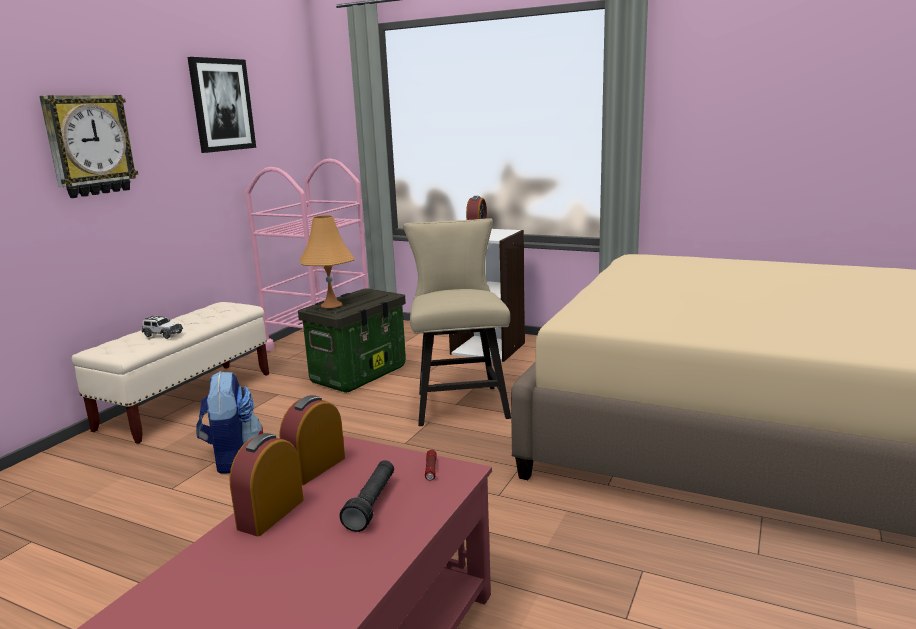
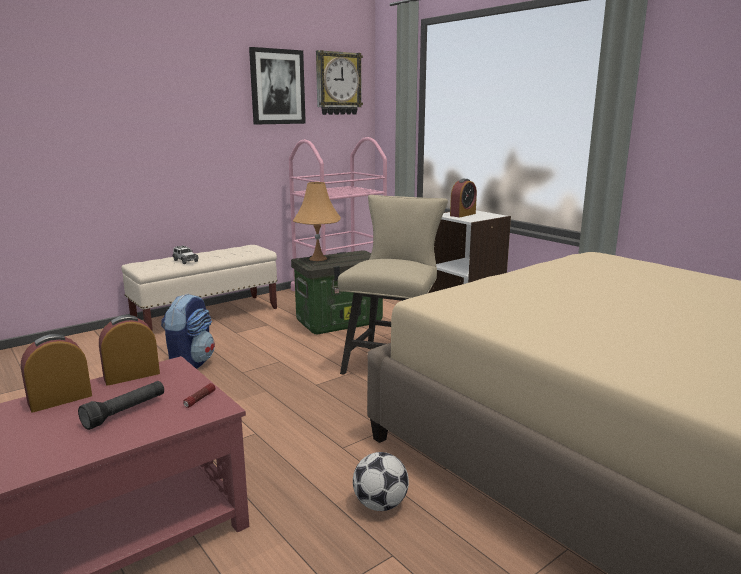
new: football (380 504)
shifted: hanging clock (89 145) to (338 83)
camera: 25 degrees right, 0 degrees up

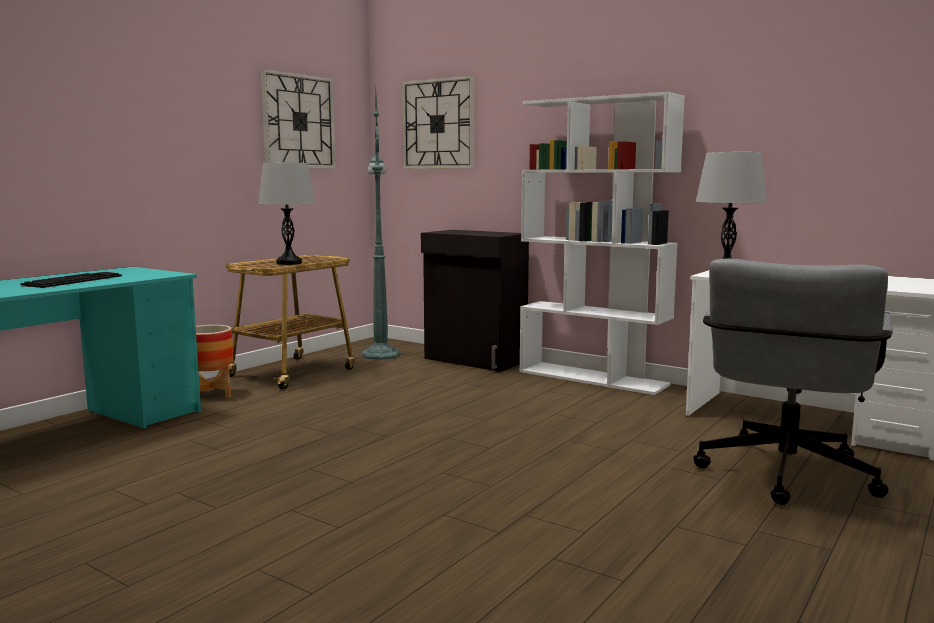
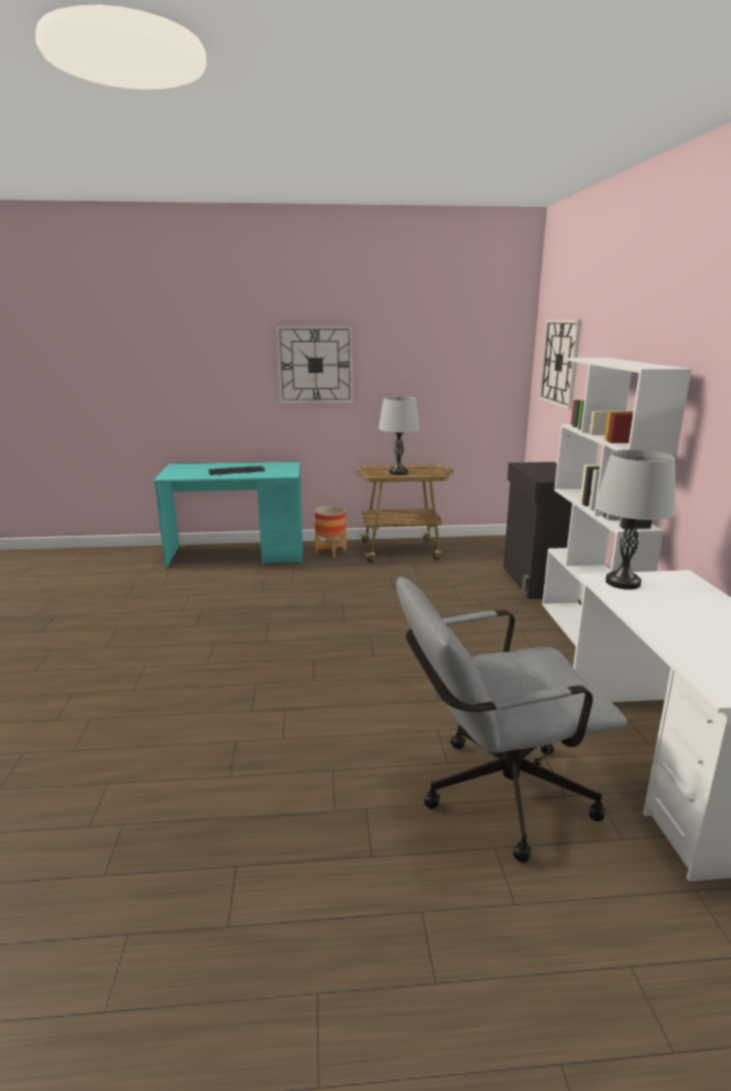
gone: green-coloured standing lamp (381 354)
shifted: hanging clock (298 121) to (315 365)
camera: 50 degrees right, 10 degrees up

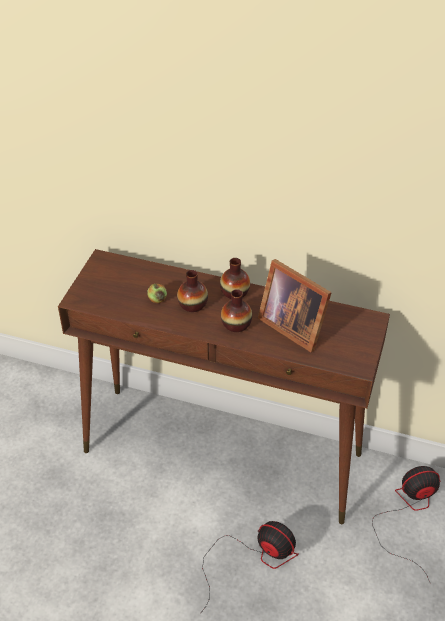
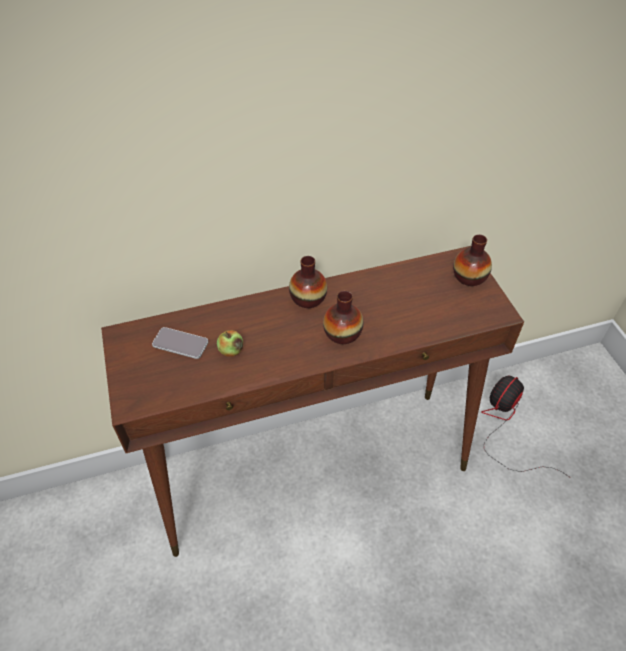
gone: fan (254 558); photo frame (292 325)
new: handset (180 343)
shifted: decorative vase (192 304) to (469 277)
camera: 35 degrees left, 5 degrees up

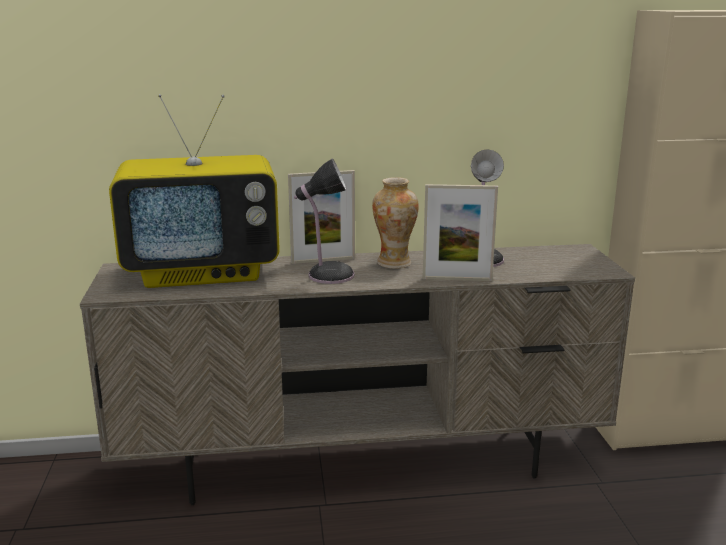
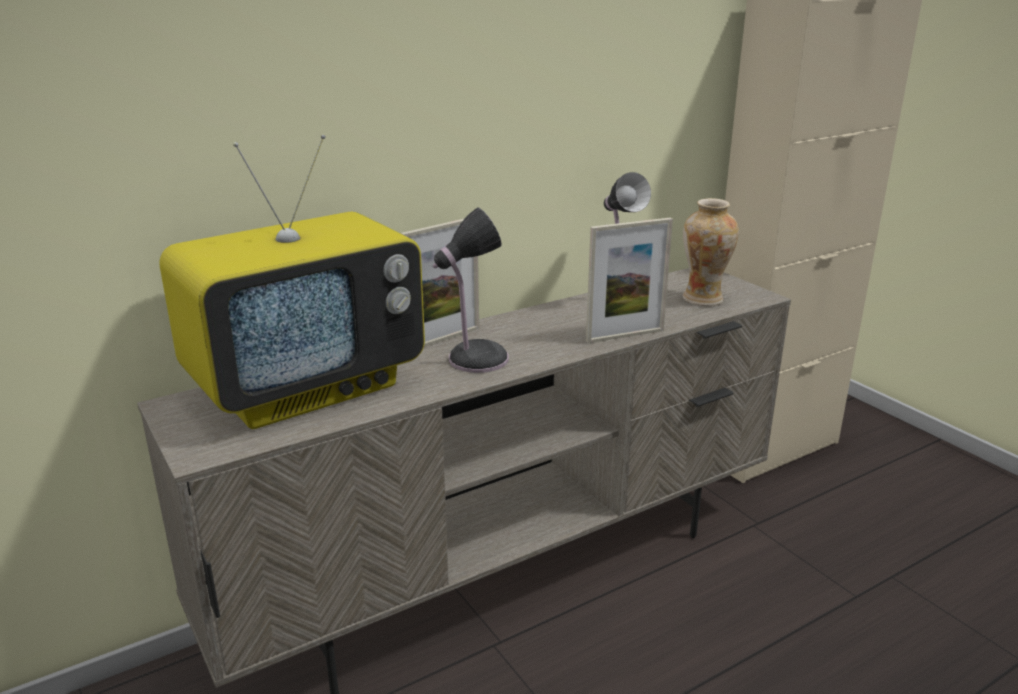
shifted: decorative vase (394 263) to (703 299)
camera: 25 degrees left, 5 degrees up

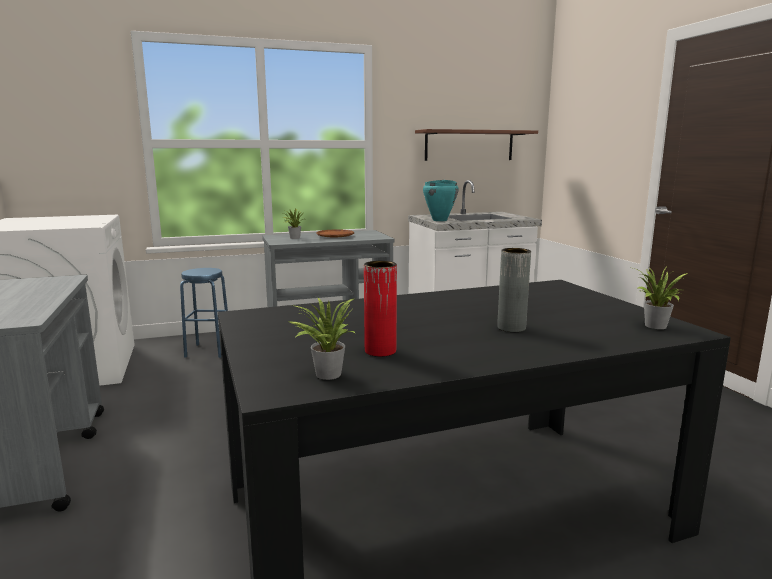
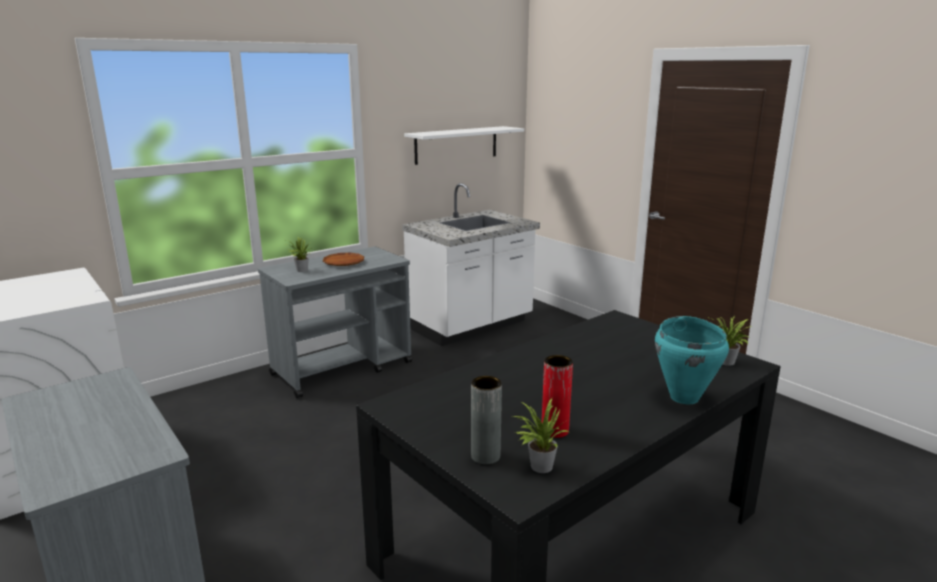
gone: blue stool (208 350)
shifted: grey decorative vase (511 328) to (485 456); turquoise-coloured cooking pot (440 220) to (684 397)
repainted: brown-coloured bracket shelf (469 145) to white bracket shelf (456 145)
camera: 20 degrees left, 5 degrees up

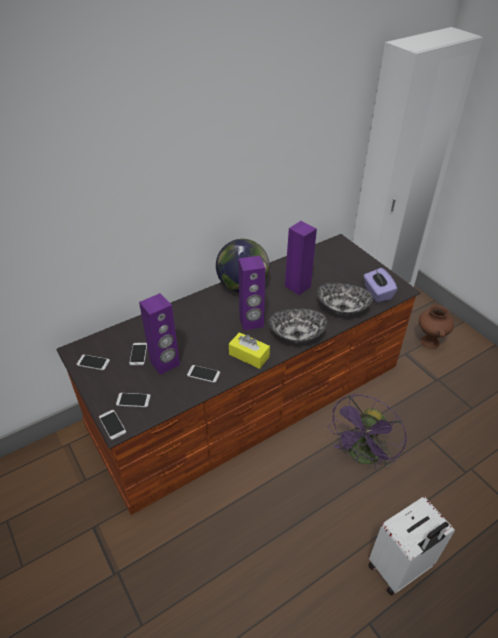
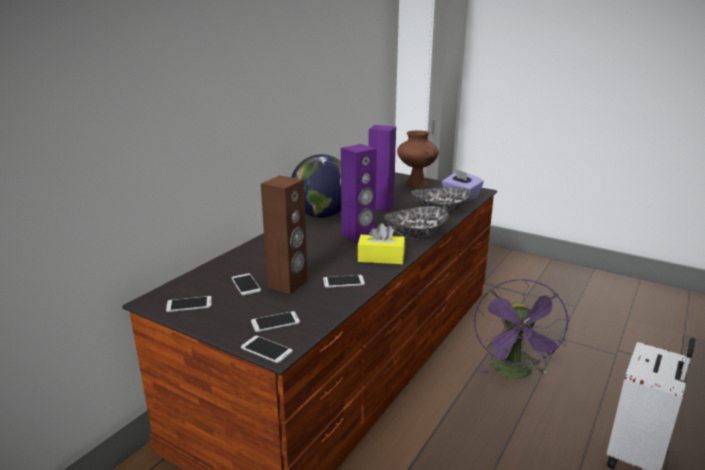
shifted: brown-coloured decorative vase (429 342) to (415 184)
repainted: purplish audio speaker (165 363) to brown-coloured audio speaker (288 284)
camera: 25 degrees left, 20 degrees down

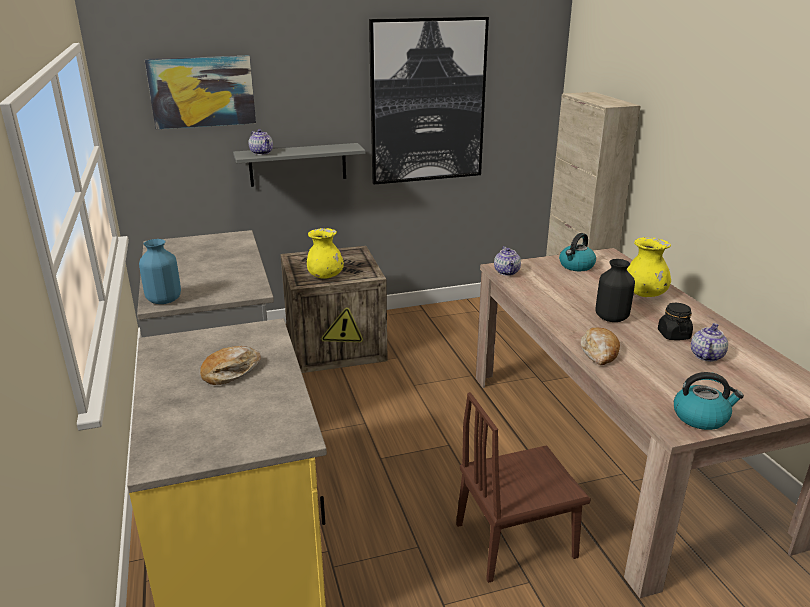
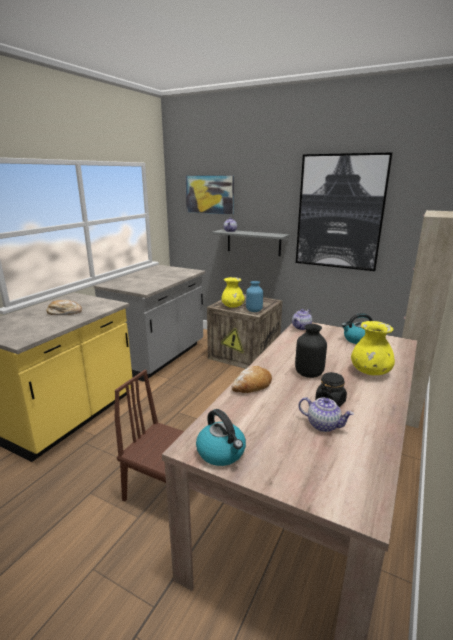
shifted: blue decorative vase (163 300) to (253 310)
rotated: pot for tea (706 355) = (323 425) 45 degrees clockwise
camera: 45 degrees right, 5 degrees down

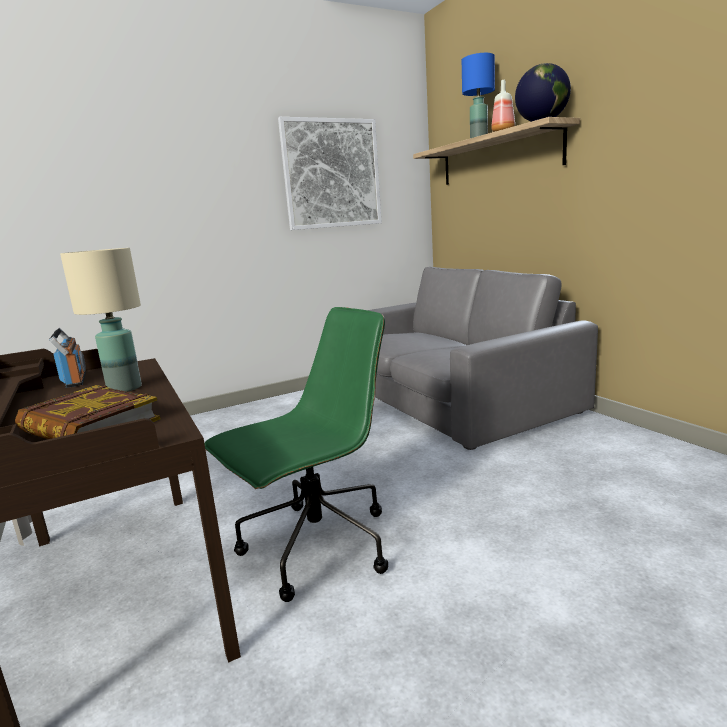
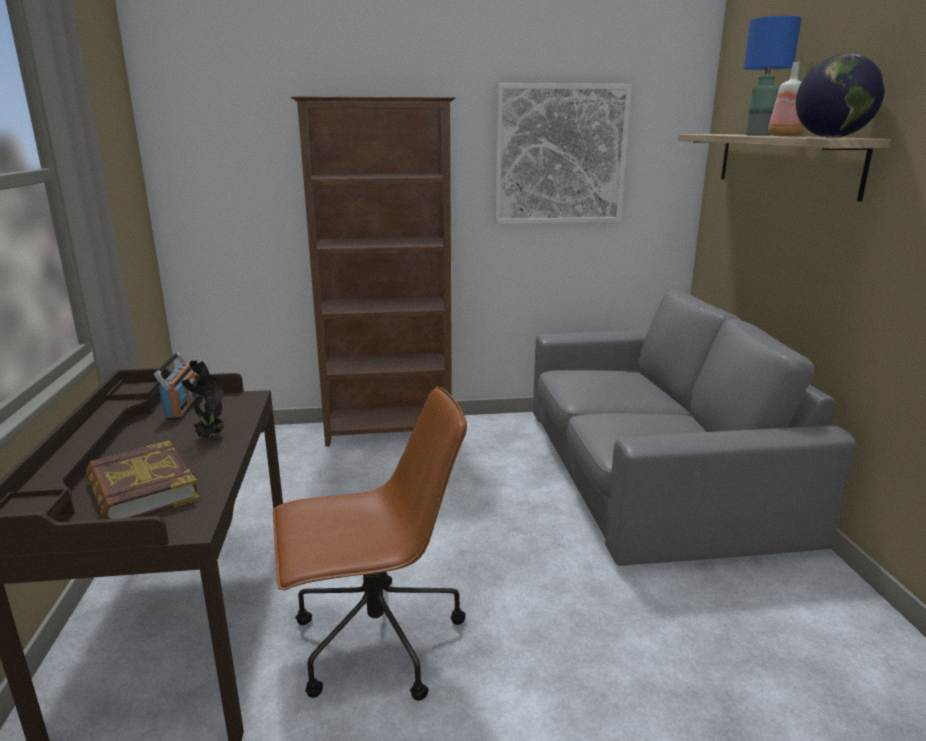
new: brown-coloured shelving unit (390 432)
swapped: sand-coloured table lamp (125 388) to houseplant (209 437)
repainted: green-coloured office chair (316 548) to brown-coloured office chair (374 642)
camera: 20 degrees right, 5 degrees up

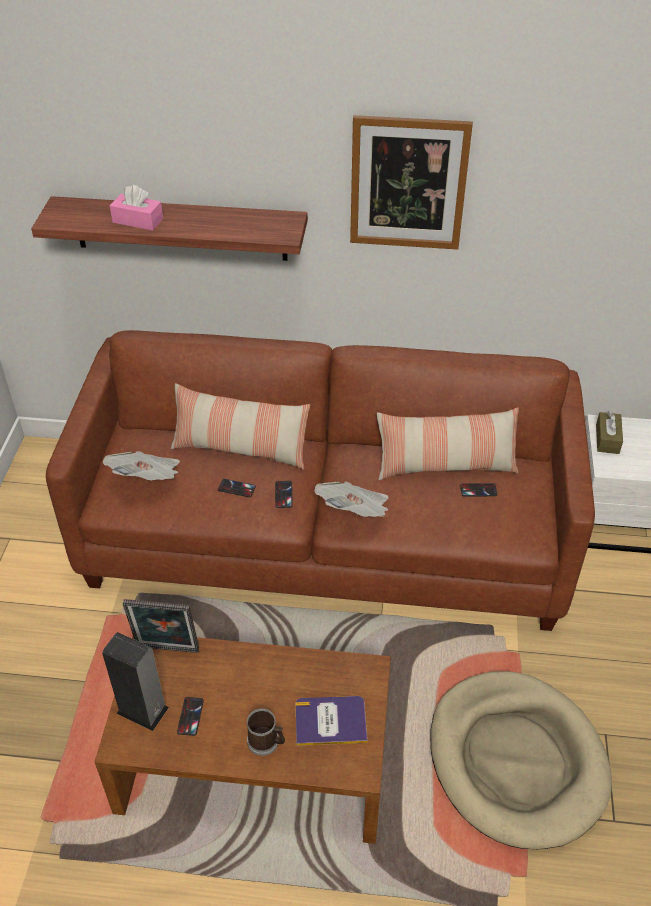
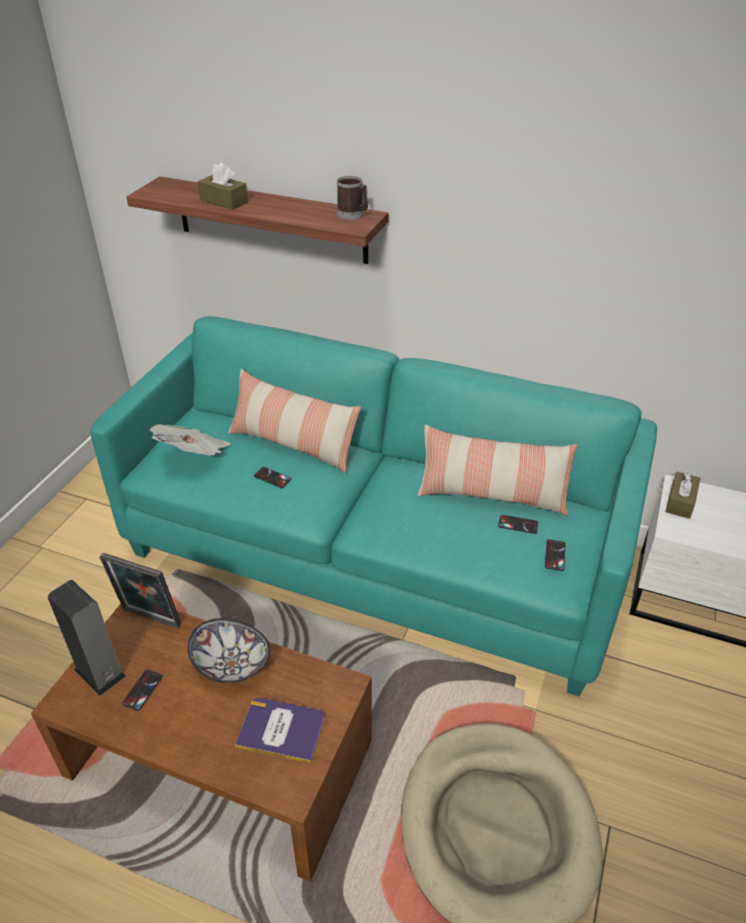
gone: daily paper (354 512); picture (408 184)
new: serving bowl (231 664)
shifted: tea mug (266 742) to (353 214); handset (283 494) to (555 555)
repainted: brown-coloured settee (327 536) to turquoise-coloured settee (374 553); pink box of tissues (138 220) to brown-coloured box of tissues (224 201)
camera: 15 degrees right, 5 degrees down

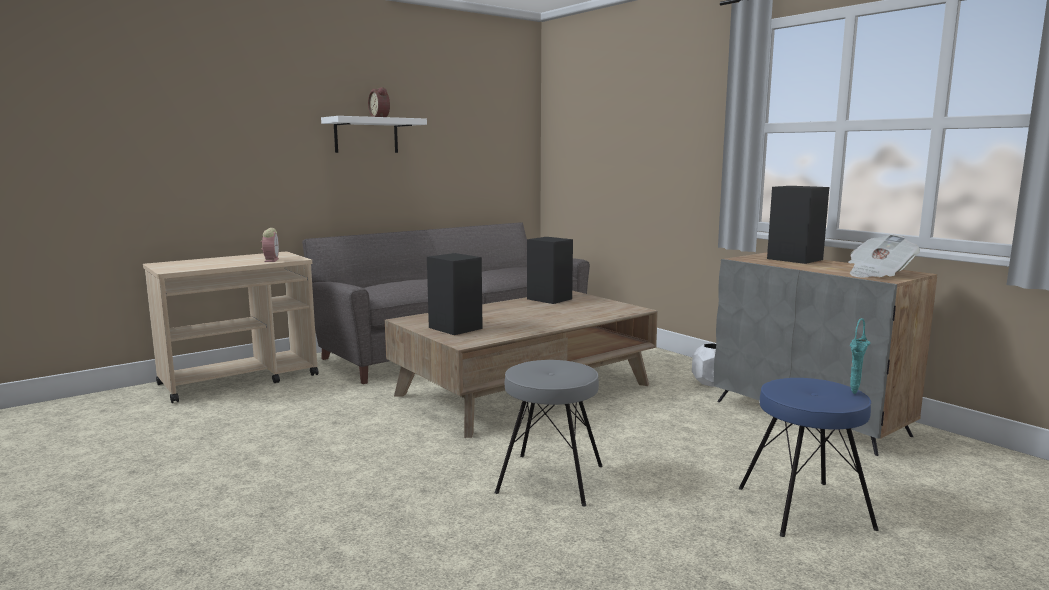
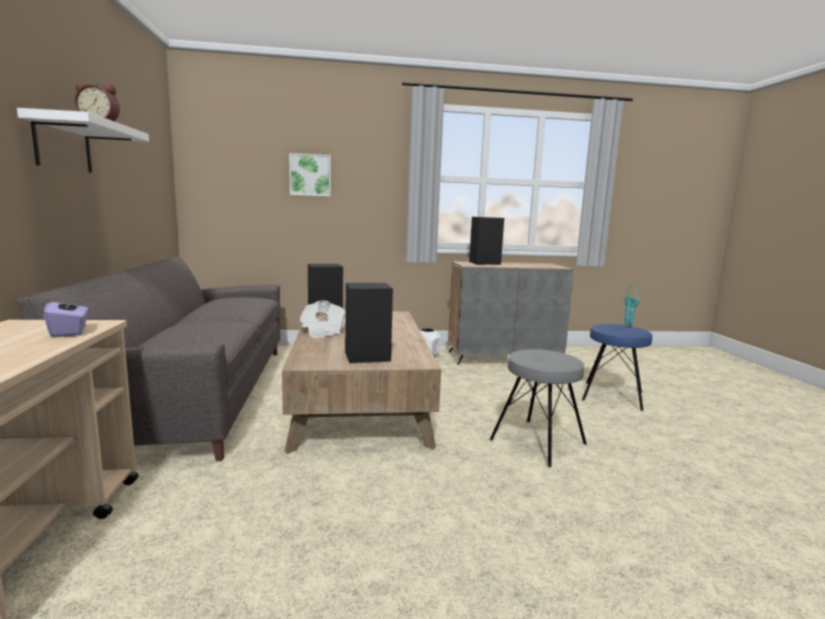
new: picture (310 175)
shifted: daily paper (878 274) to (322 332)
swapped: alarm clock (271 260) to purplish box of tissues (69 332)
camera: 60 degrees left, 0 degrees up

